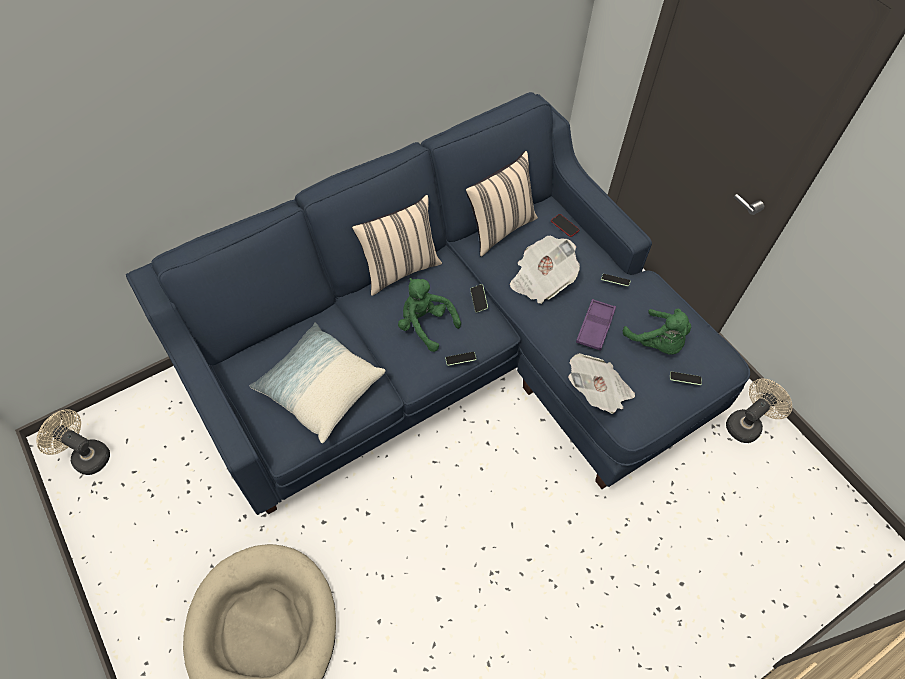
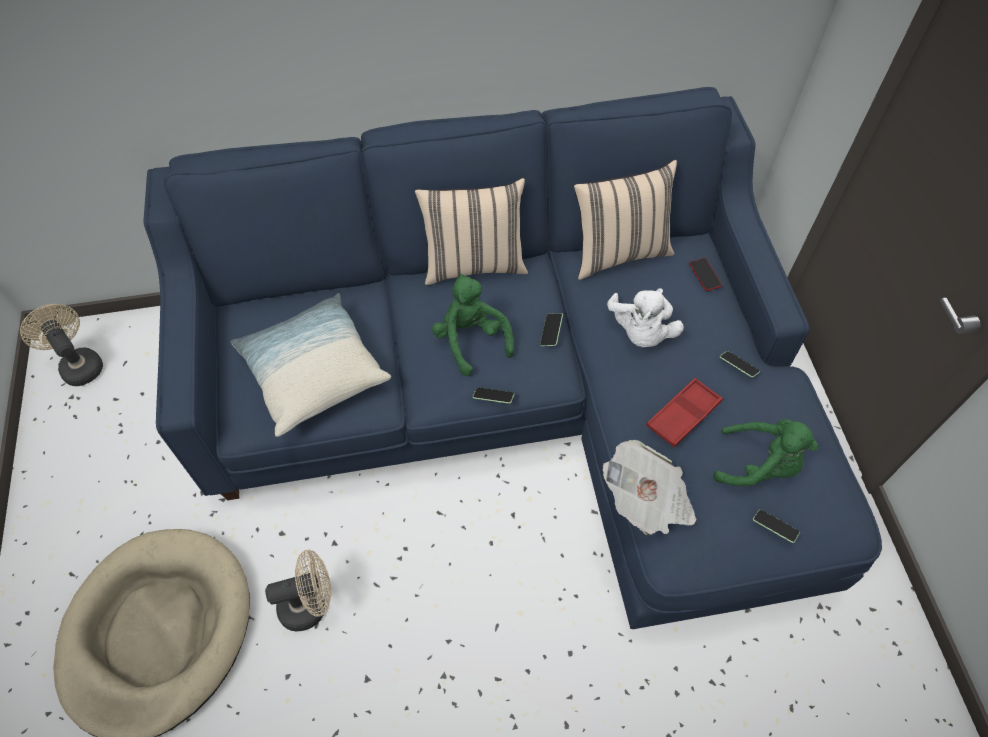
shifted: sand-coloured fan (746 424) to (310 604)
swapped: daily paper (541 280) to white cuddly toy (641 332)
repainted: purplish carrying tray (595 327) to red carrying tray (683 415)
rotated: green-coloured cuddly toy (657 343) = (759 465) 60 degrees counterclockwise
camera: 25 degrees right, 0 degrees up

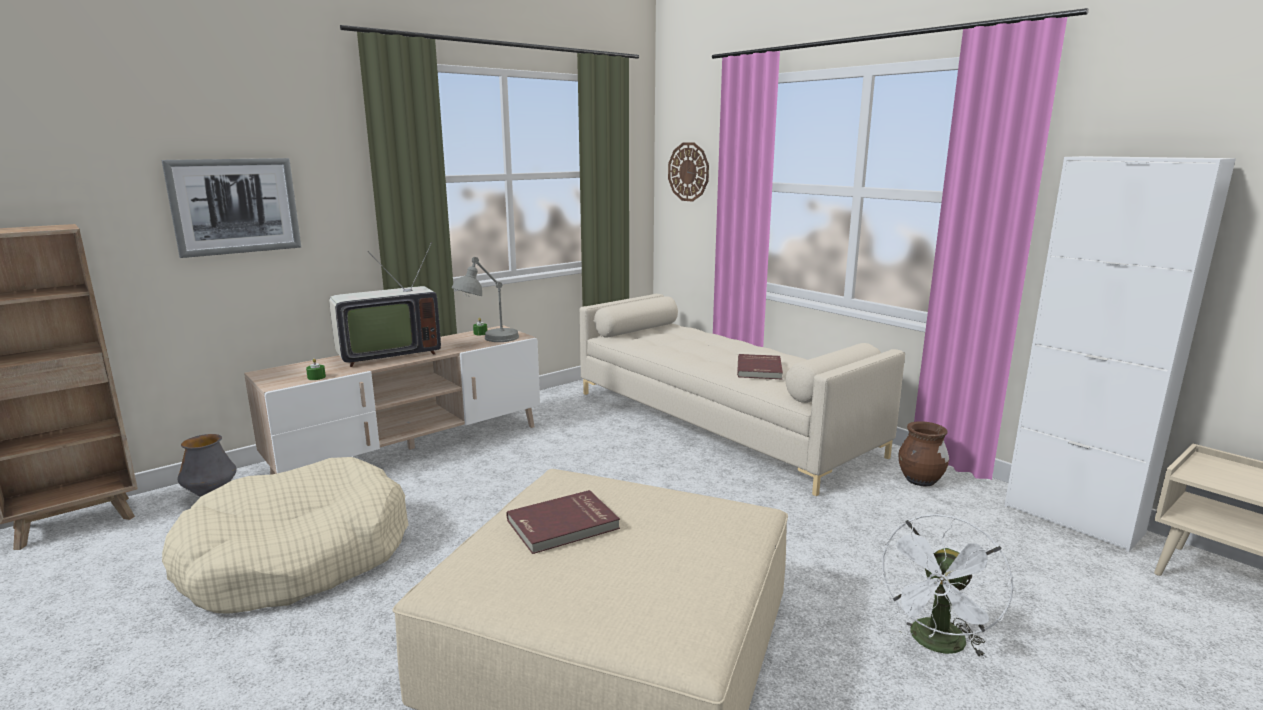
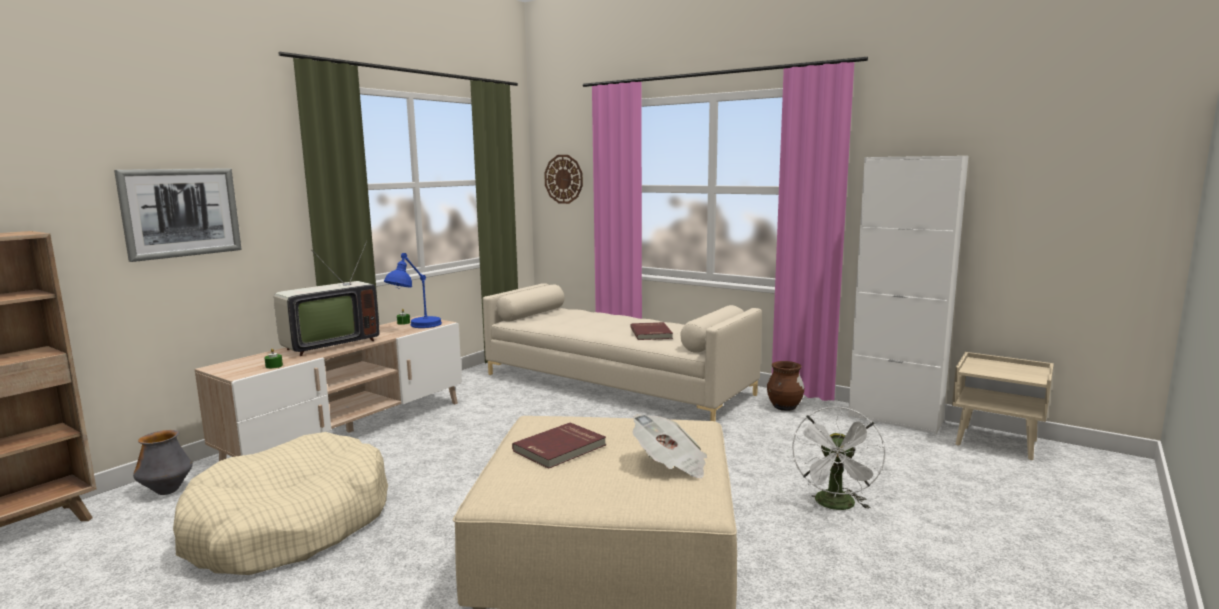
new: daily paper (671 465)
repainted: grey table lamp (488 340) to blue table lamp (416 327)
camera: 15 degrees left, 5 degrees down

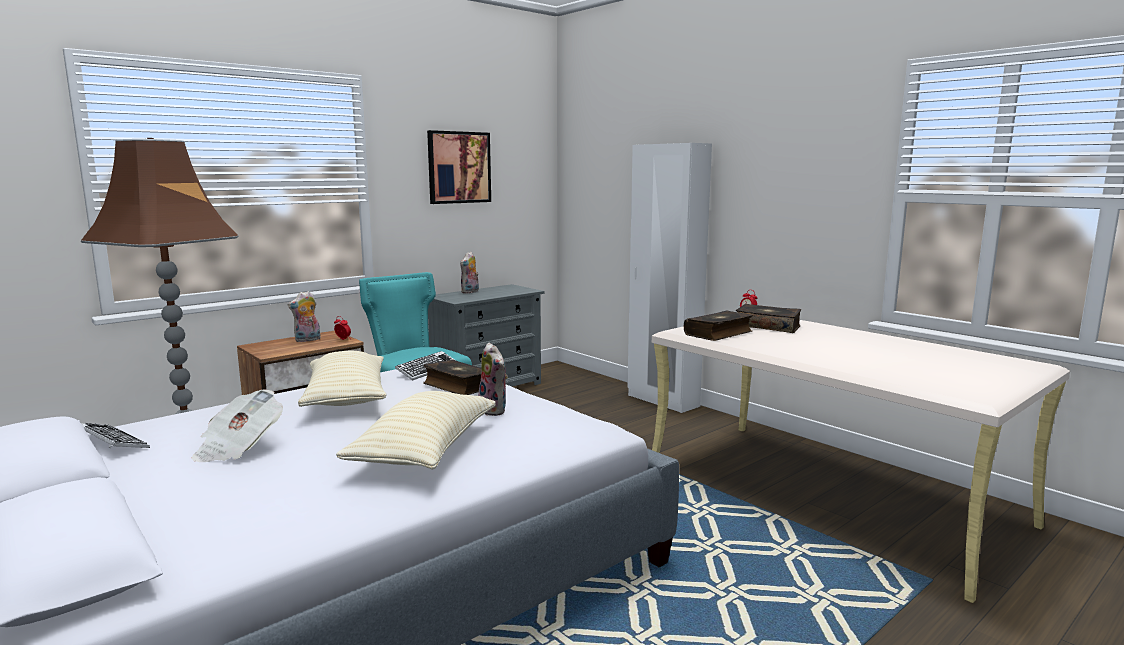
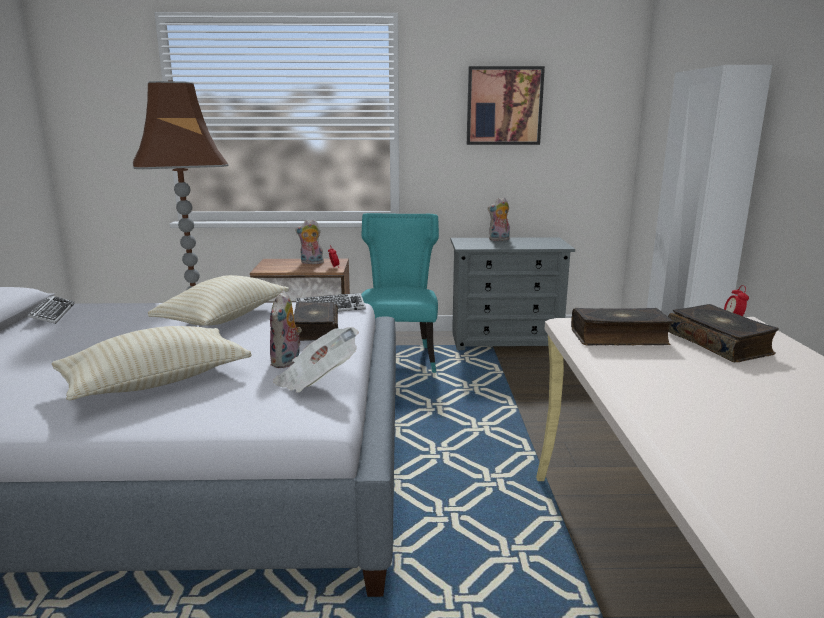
shifted: daily paper (238 448) to (317 380)
camera: 40 degrees right, 5 degrees up

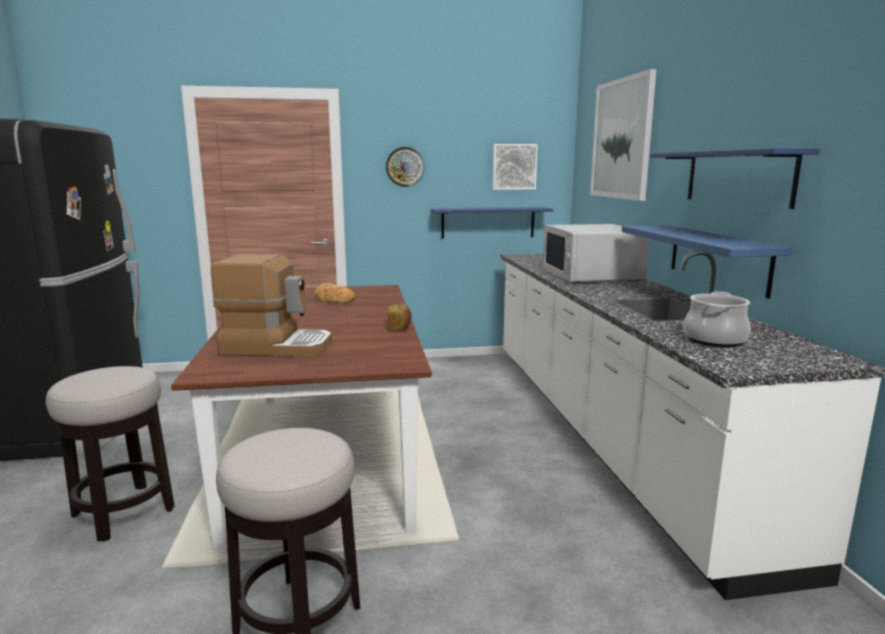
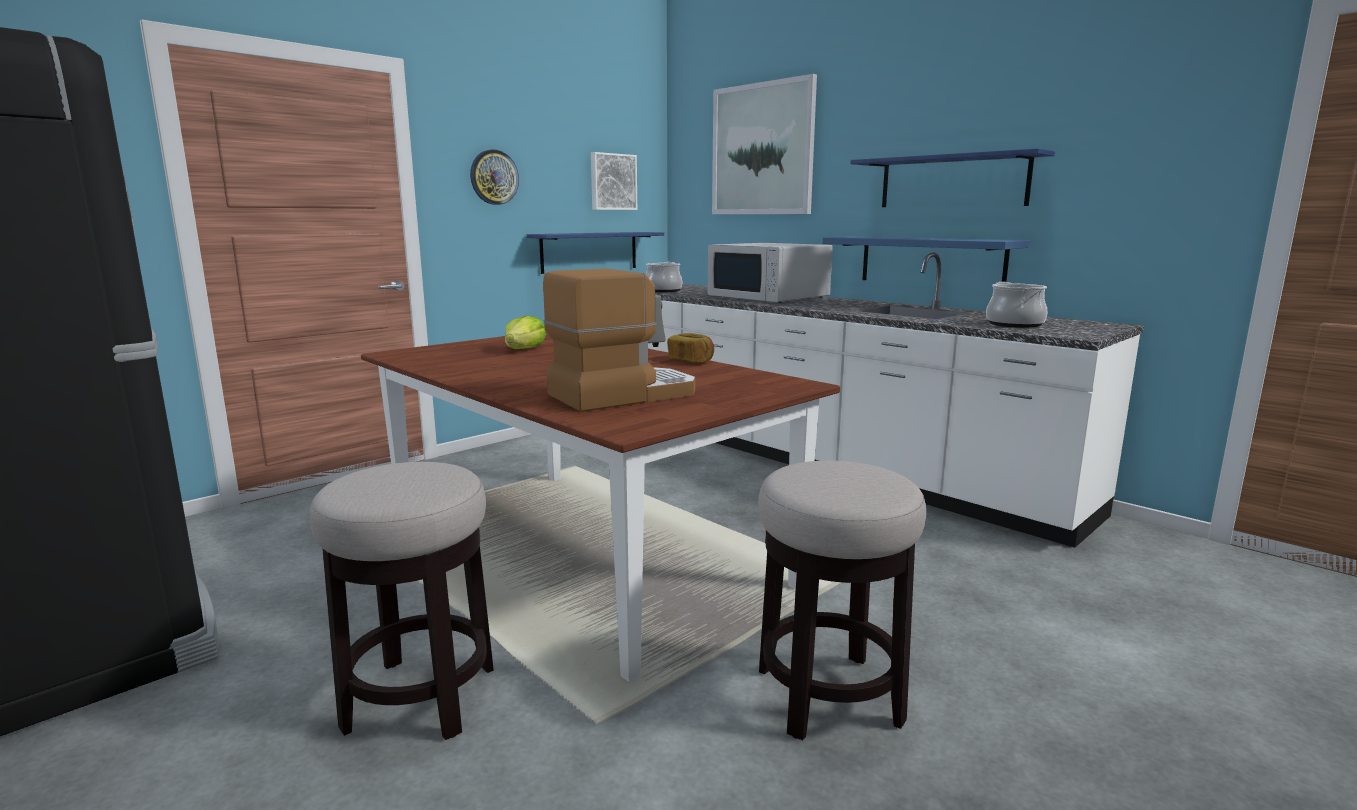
new: cooking pot (663 291)
swapped: bread (333 299) to lettuce (524 349)
camera: 35 degrees left, 0 degrees up

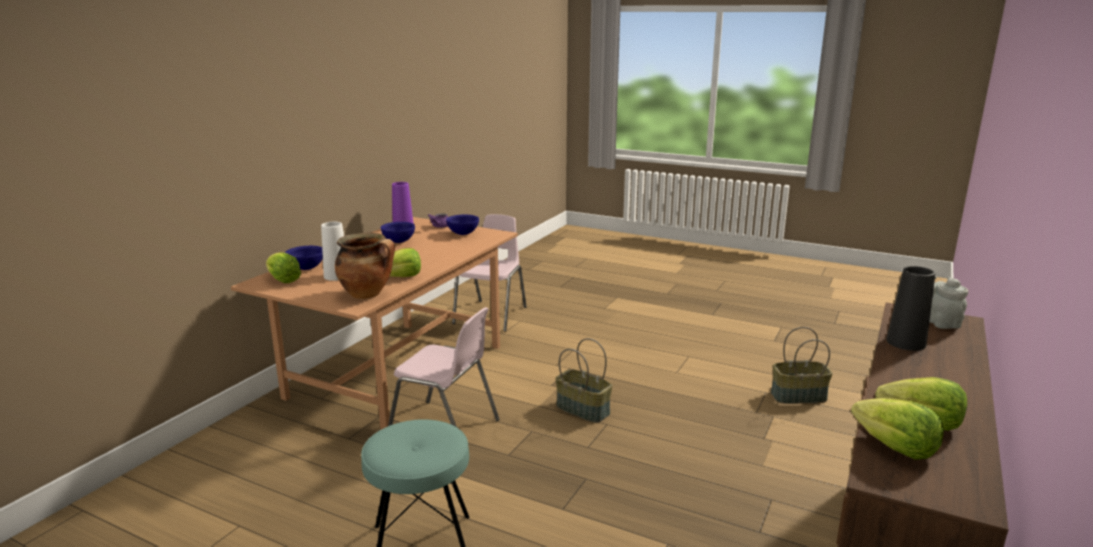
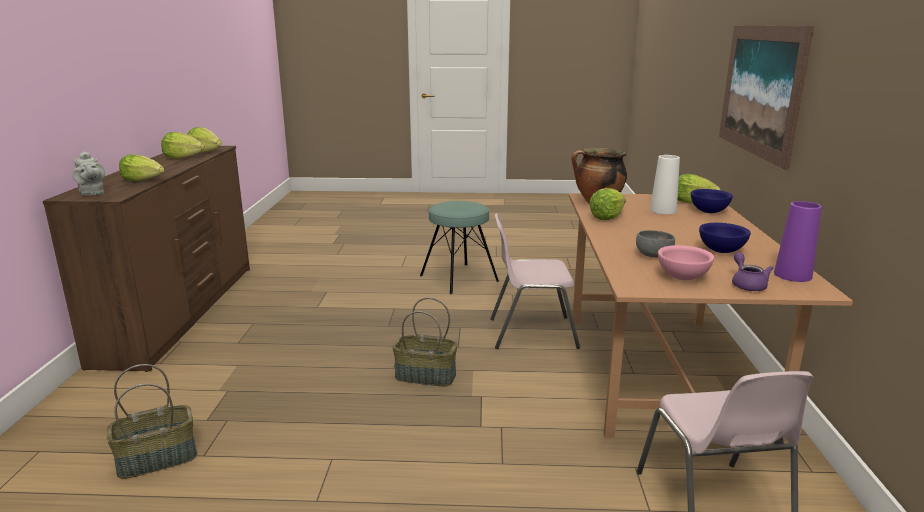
new: grey serving bowl (653 256); picture (760 90)
swapped: blackish decorative vase (906 342) to lettuce (143 180)
repainted: blue serving bowl (463 234) to pink serving bowl (681 277)
camera: 155 degrees right, 0 degrees up

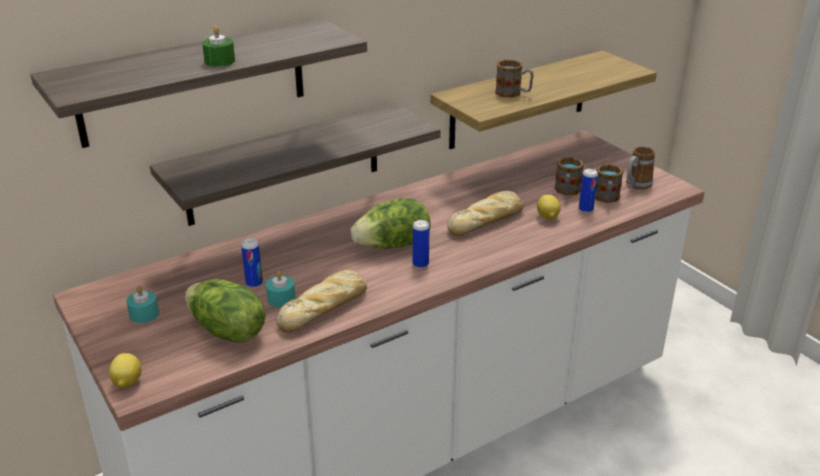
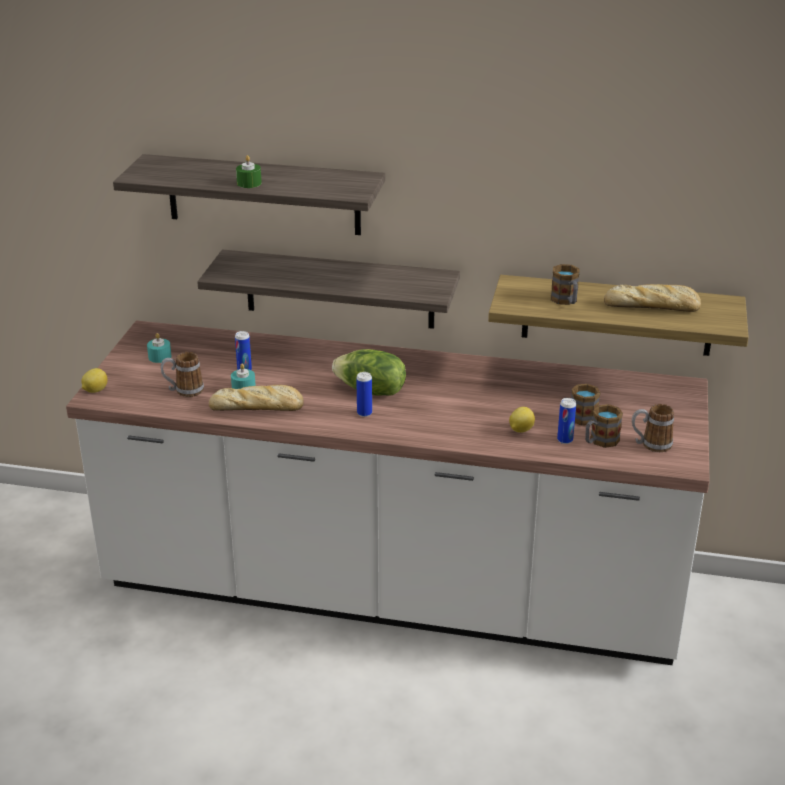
shifted: bread (487 220) to (653 306)
swapped: lettuce (227 331) to tea mug (184 391)
camera: 45 degrees right, 0 degrees up

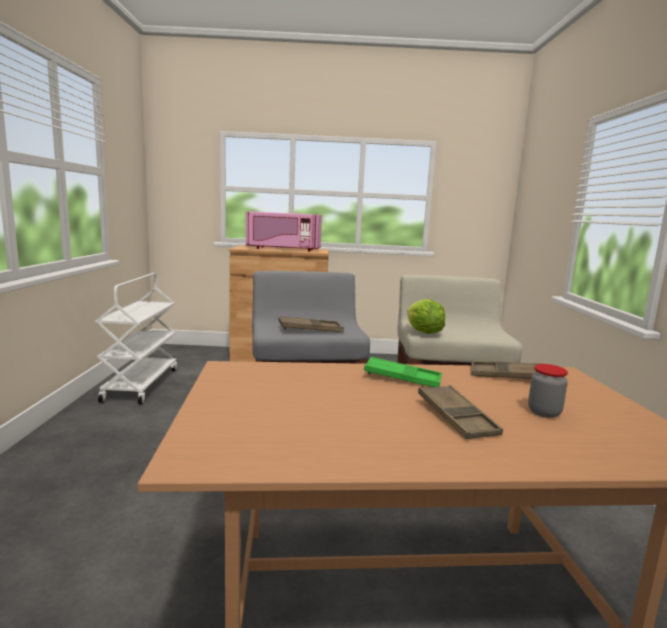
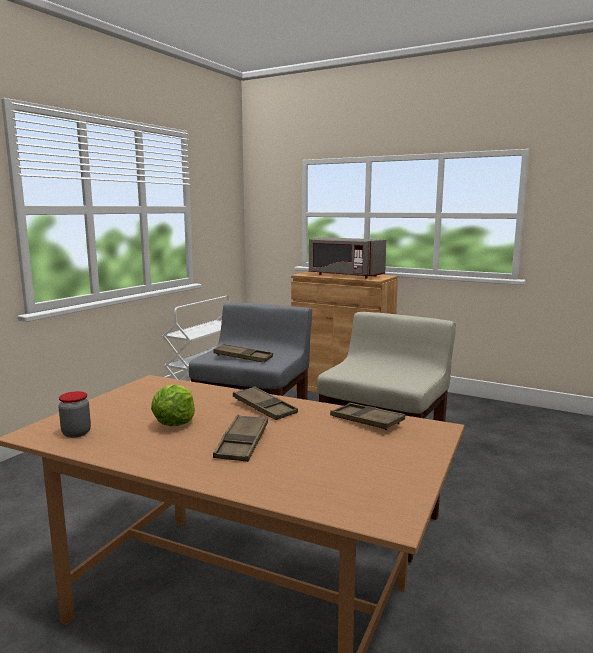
shifted: storage jar (544 412) to (76 433); lettuce (423 332) to (175 423)
repainted: green-coloured carrying tray (402 378) to brown-coloured carrying tray (264 408); pink kitchen microwave (283 249) to grey kitchen microwave (344 275)
camera: 30 degrees right, 0 degrees up

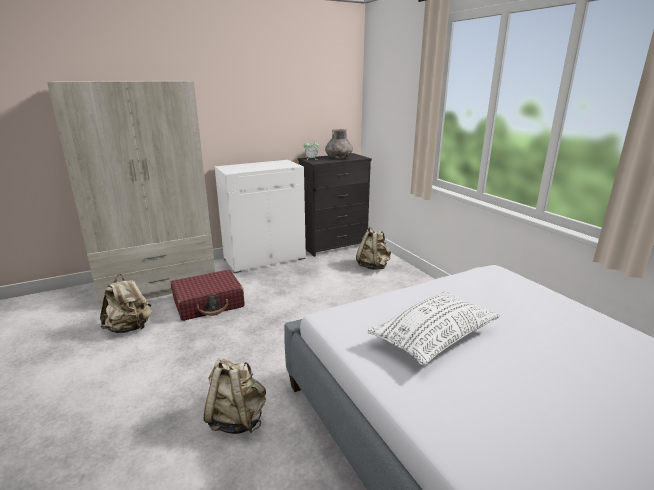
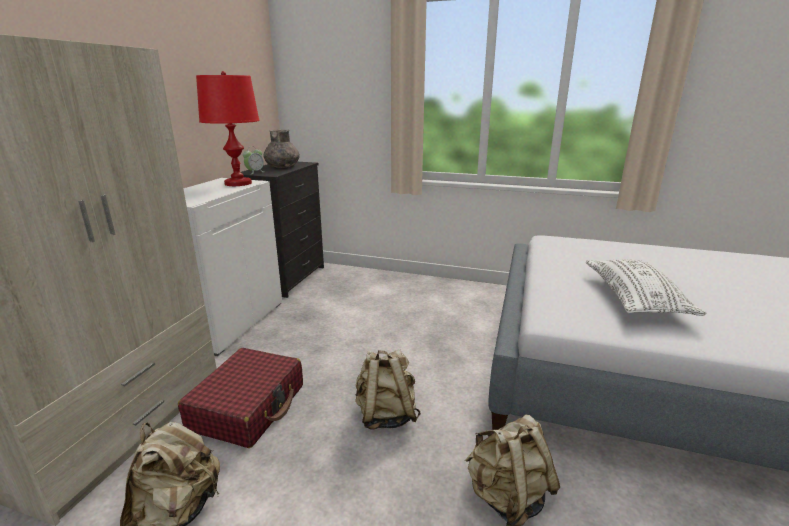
new: red table lamp (238 183)
shifted: sand-coloured backpack (373 266) to (386 415)
camera: 45 degrees left, 0 degrees up

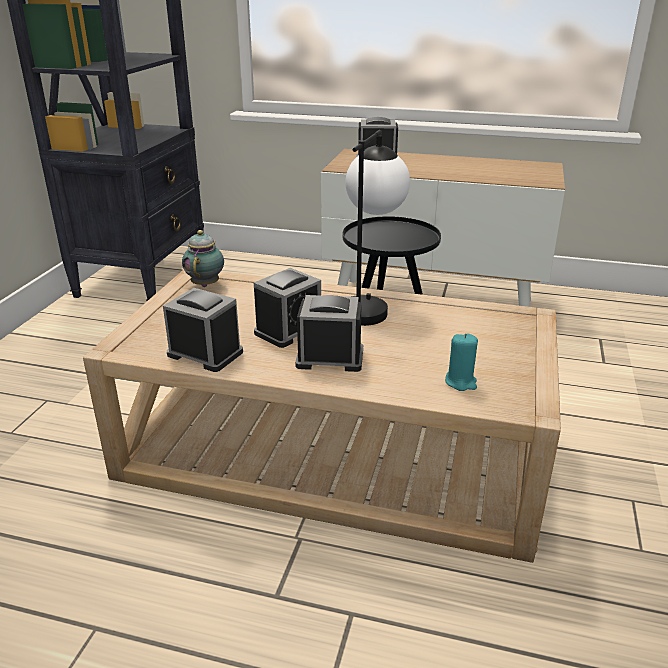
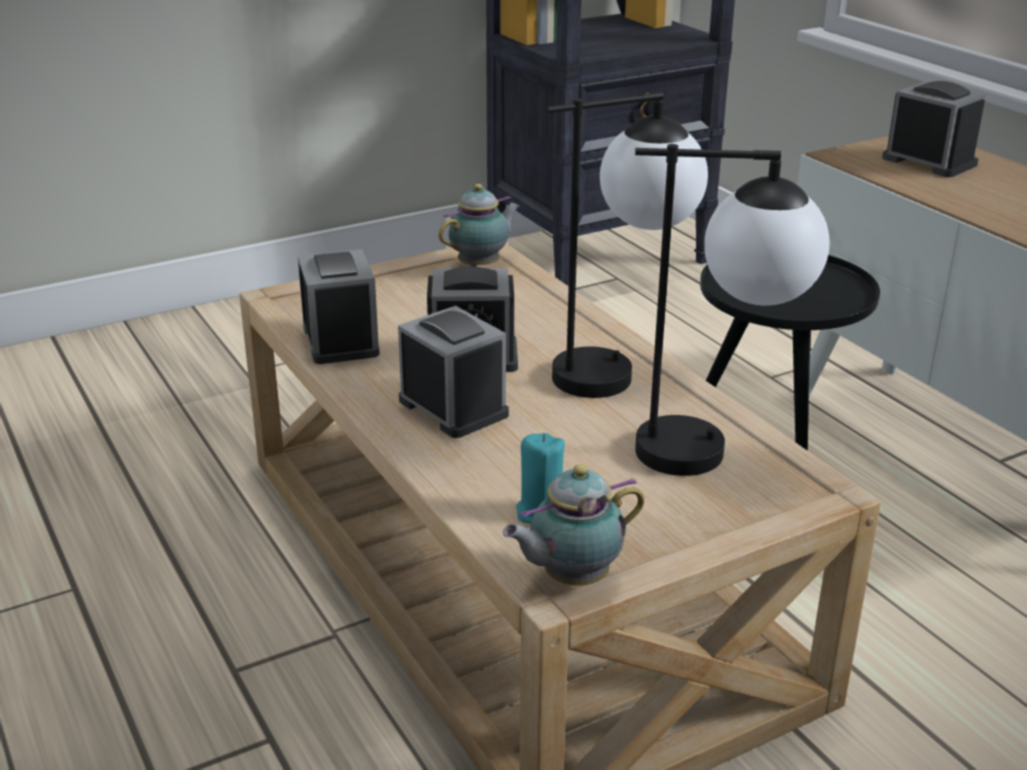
new: pot for tea (571 578); table lamp (716 453)
camera: 45 degrees right, 0 degrees up

